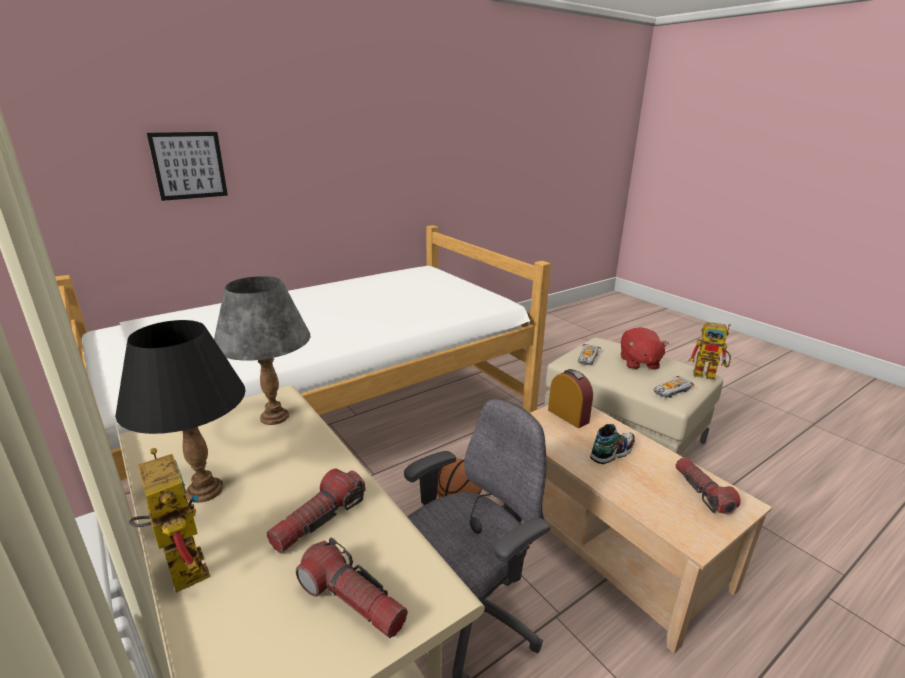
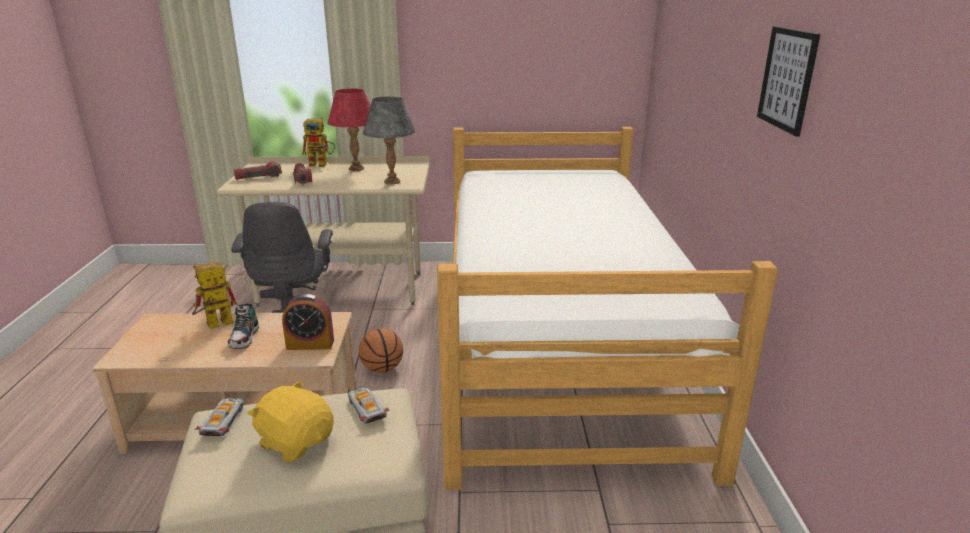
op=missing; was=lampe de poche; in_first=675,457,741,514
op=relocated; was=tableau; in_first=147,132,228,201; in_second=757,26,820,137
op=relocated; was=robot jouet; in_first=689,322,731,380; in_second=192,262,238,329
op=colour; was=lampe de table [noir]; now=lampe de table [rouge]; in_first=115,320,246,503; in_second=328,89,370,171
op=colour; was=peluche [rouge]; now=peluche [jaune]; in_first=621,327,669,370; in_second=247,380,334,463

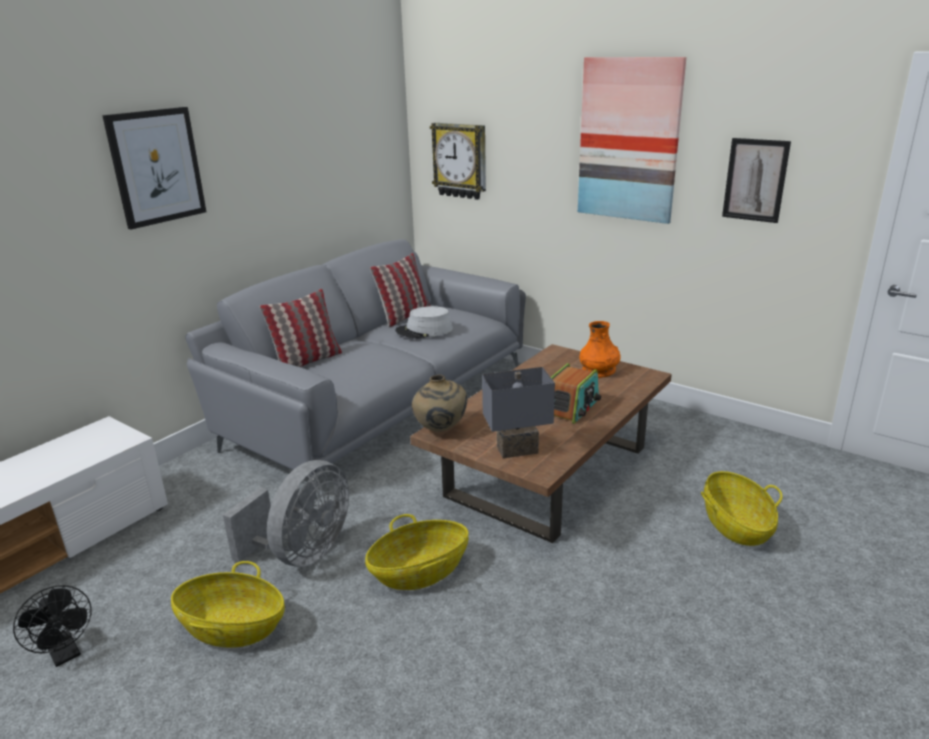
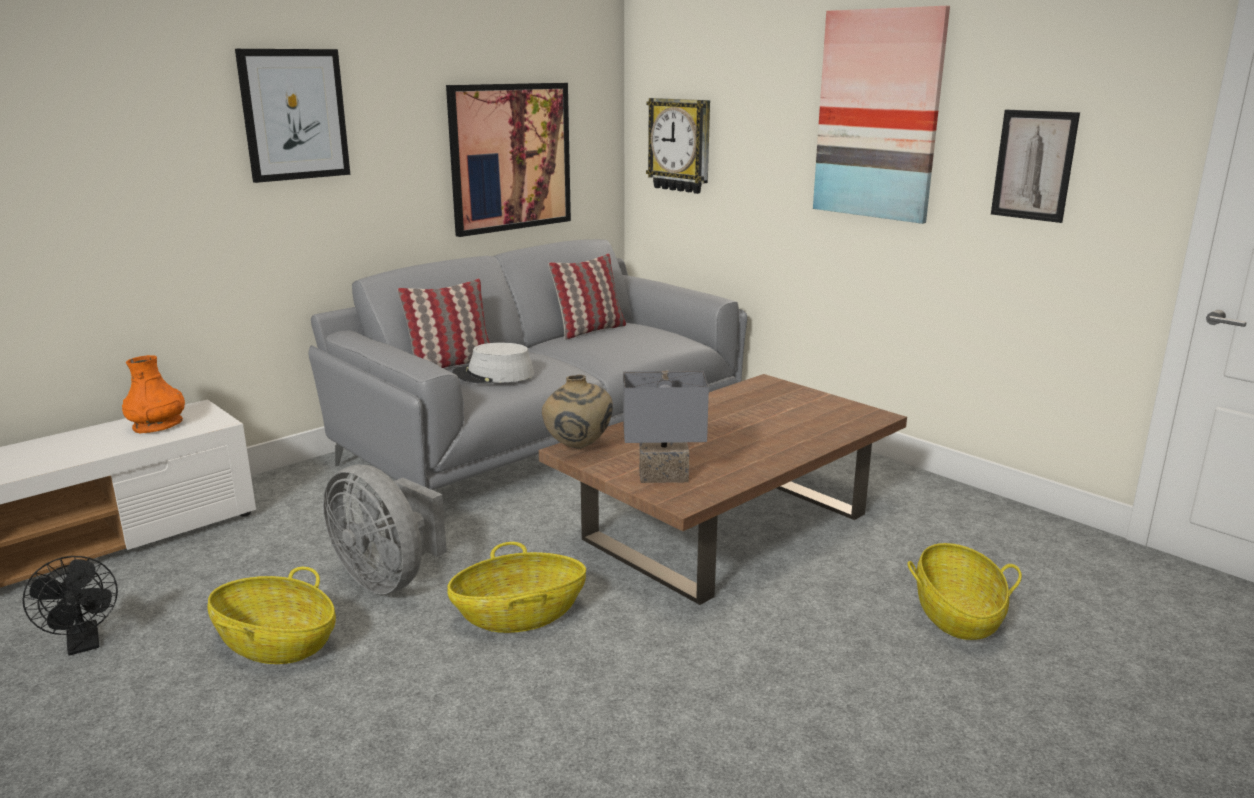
op=missing; was=radio; in_first=551,363,601,424
op=appeared; now=tableau; in_second=446,83,571,237
op=relocated; was=chapeau [gris]; in_first=395,306,453,339; in_second=452,343,534,384
op=relocated; was=vase [orange]; in_first=580,321,621,378; in_second=122,355,185,434
op=spun; was=ventilateur [gris]; in_first=223,460,349,567; in_second=323,465,447,594; clockwise=90

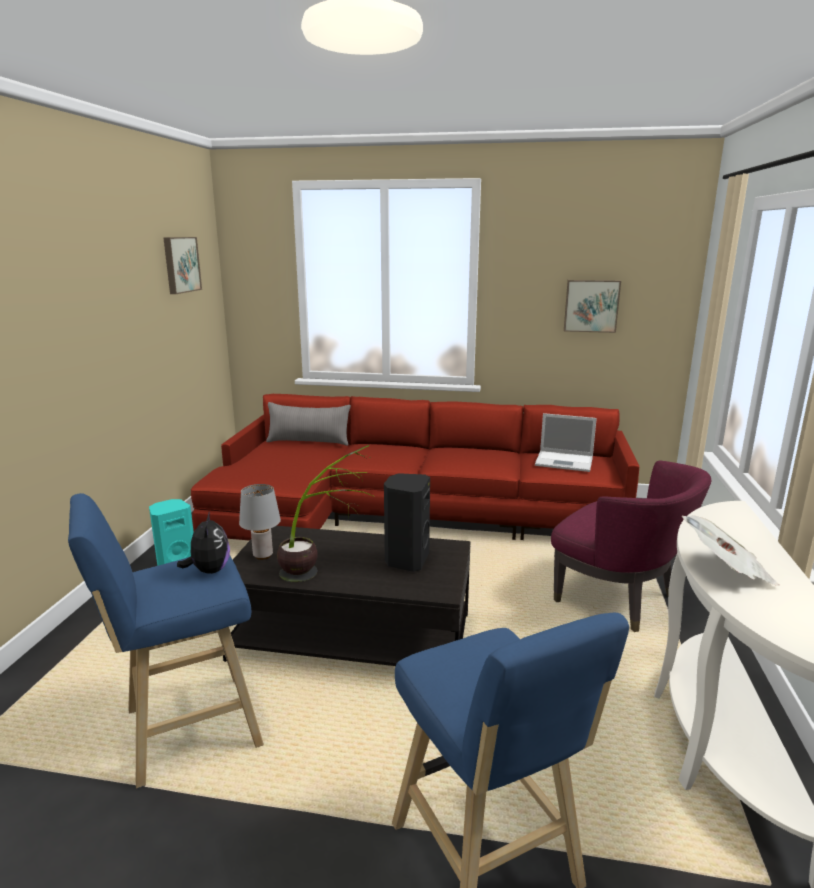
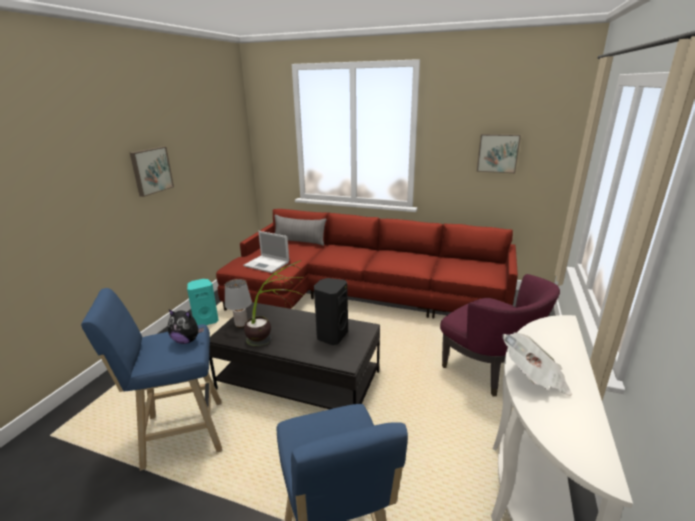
op=relocated; was=tableau; in_first=163,237,202,294; in_second=130,146,174,197
op=relocated; was=ordinateur portable; in_first=535,413,597,472; in_second=243,231,289,273
op=spun; was=peluche; in_first=177,511,230,574; in_second=168,309,204,344; clockwise=105

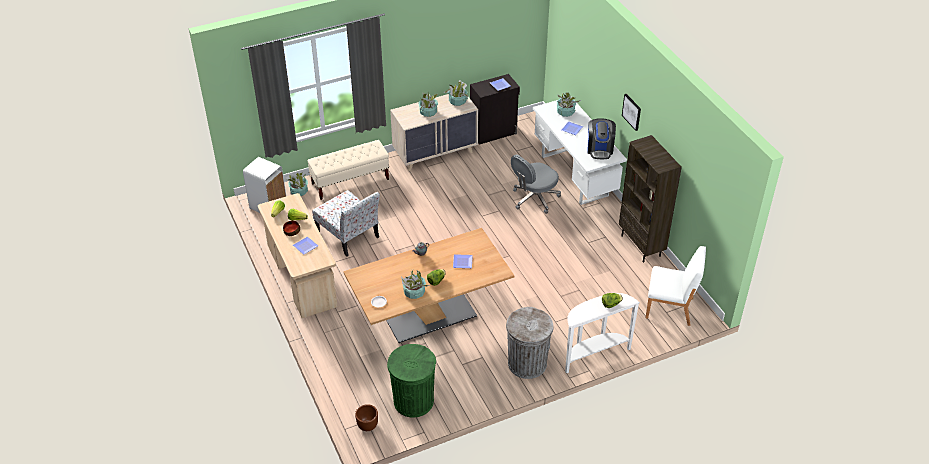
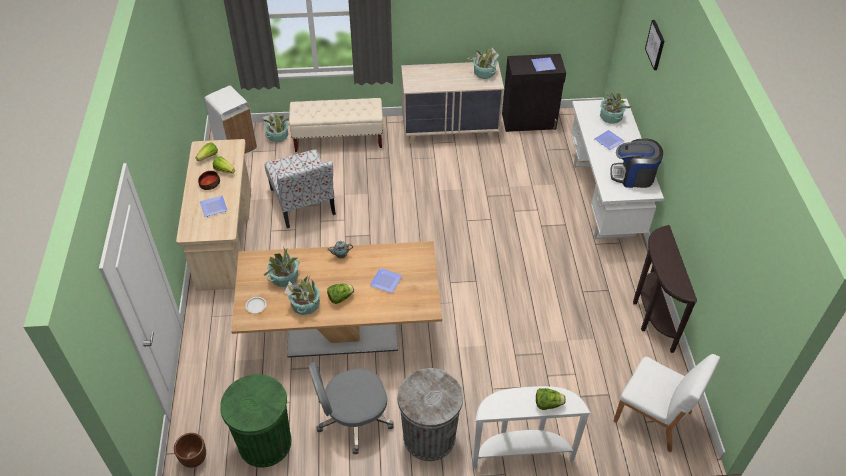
op=relocated; was=plante en pot; in_first=418,92,438,117; in_second=263,247,300,287
op=relocated; was=chaise de bureau [gris]; in_first=511,155,561,214; in_second=308,362,394,454
op=relocated; was=tableau; in_first=622,94,641,131; in_second=645,20,664,70
op=exchanged; was=bibliothèque [marron]; now=table console [marron]; in_first=619,135,682,263; in_second=633,225,697,353
op=spun; was=machine à café; in_first=587,118,616,159; in_second=610,138,663,188; clockwise=75

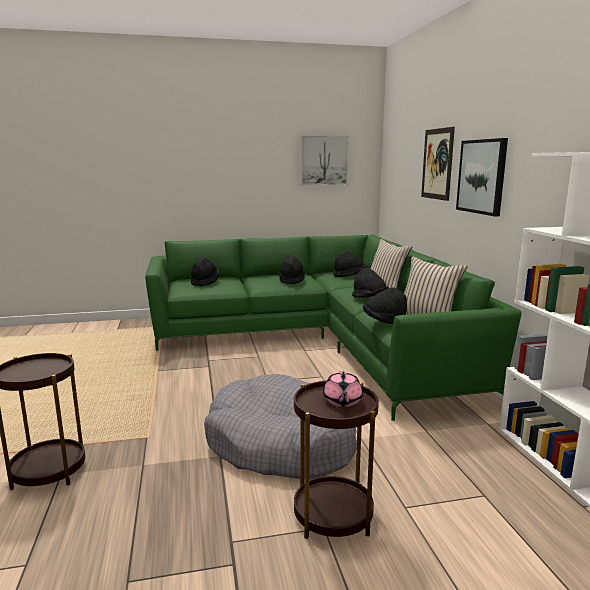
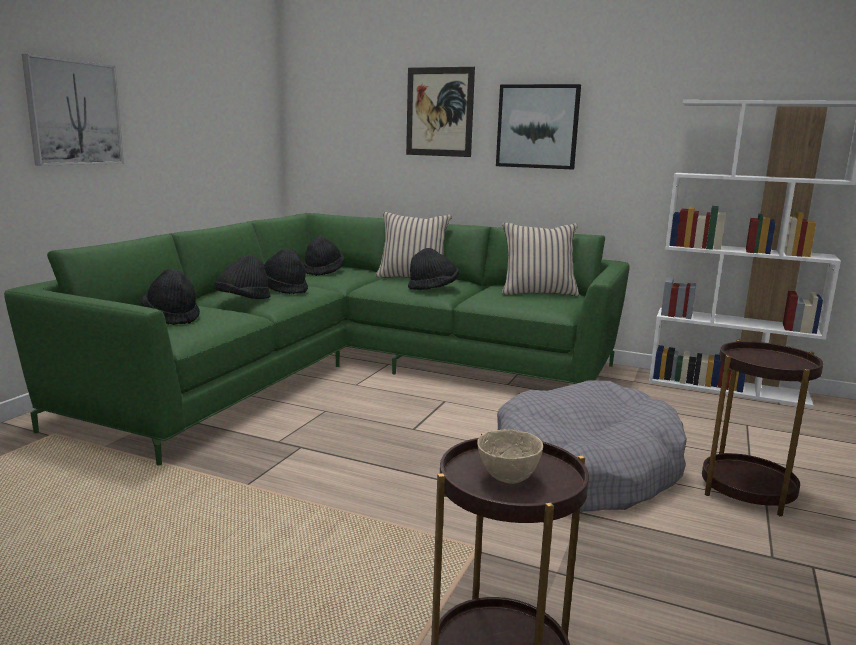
op=missing; was=théière [rose]; in_first=323,370,363,407
op=appeared; now=bol [beige]; in_second=477,430,543,484
op=relocated; was=tableau; in_first=301,135,349,186; in_second=22,54,124,166
op=relocated; was=chapeau [noir]; in_first=363,287,407,324; in_second=215,254,271,299

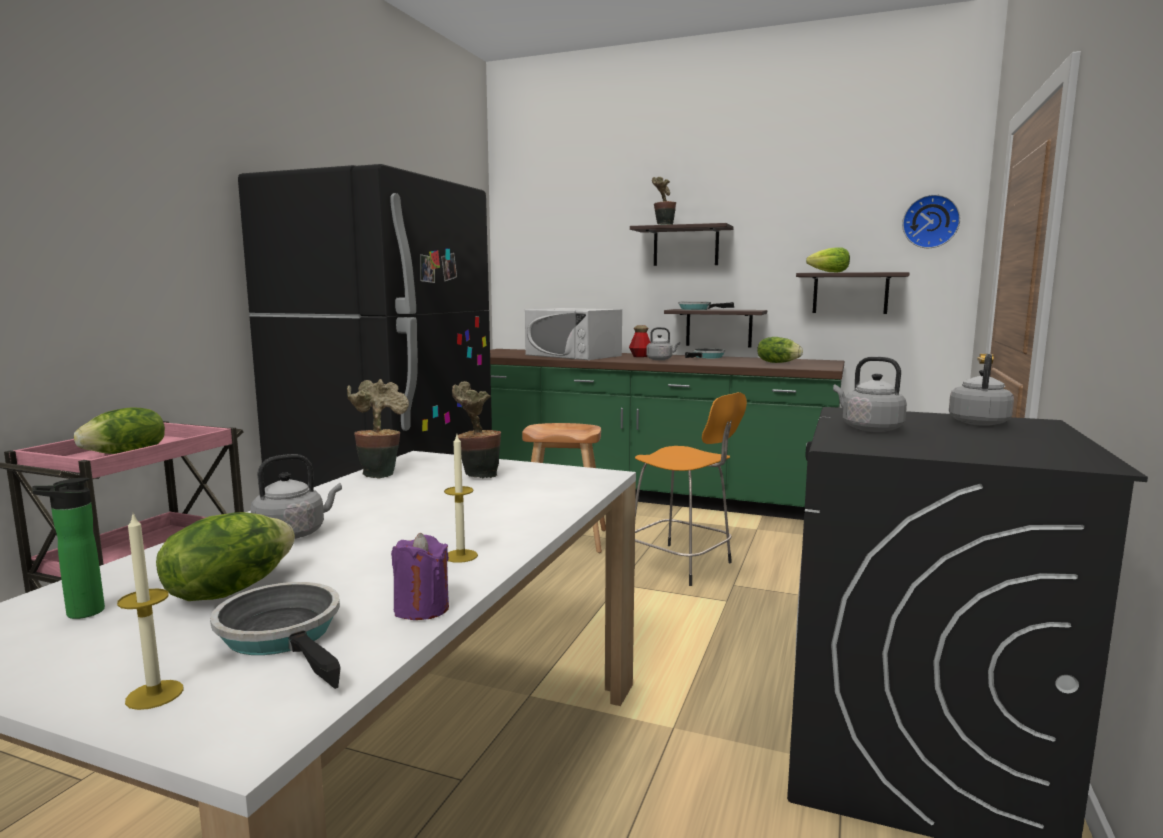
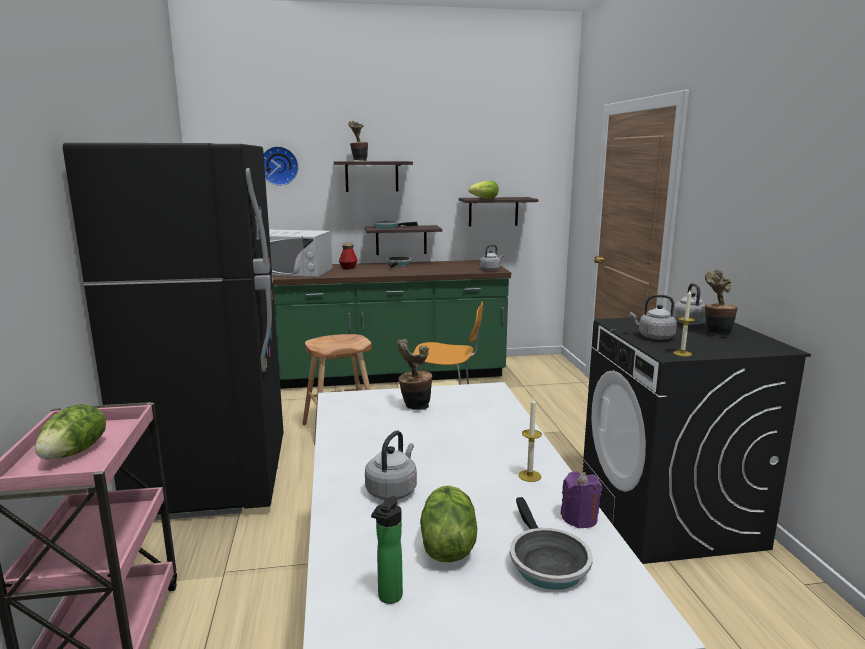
op=missing; was=laitue; in_first=757,337,803,363
op=relocated; was=bougie; in_first=117,513,184,710; in_second=673,290,695,357
op=relocated; was=plante en pot; in_first=347,379,409,478; in_second=705,270,738,337
op=relocated; was=bouilloire [gris]; in_first=646,327,680,360; in_second=480,245,504,271
op=relocated; was=horloge murale; in_first=902,194,960,248; in_second=264,146,299,186
op=spun; was=poêle; in_first=210,582,341,689; in_second=510,497,593,590; clockwise=-120

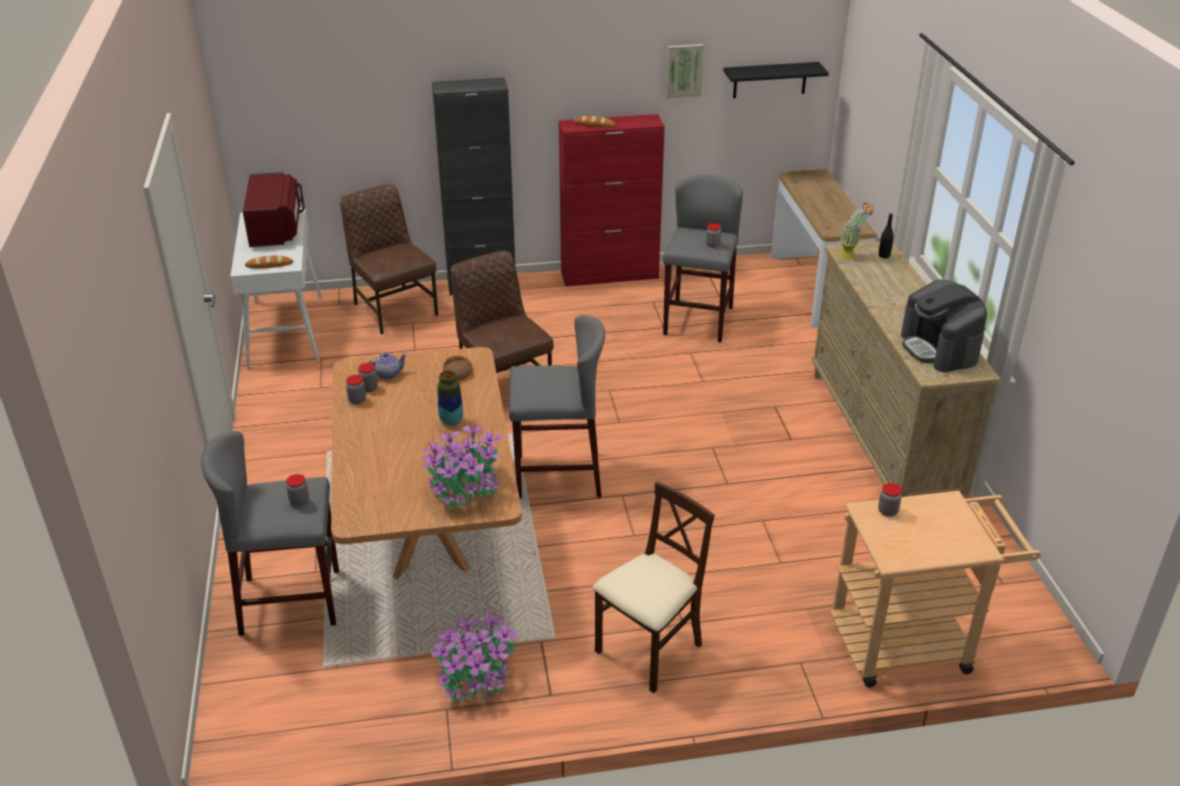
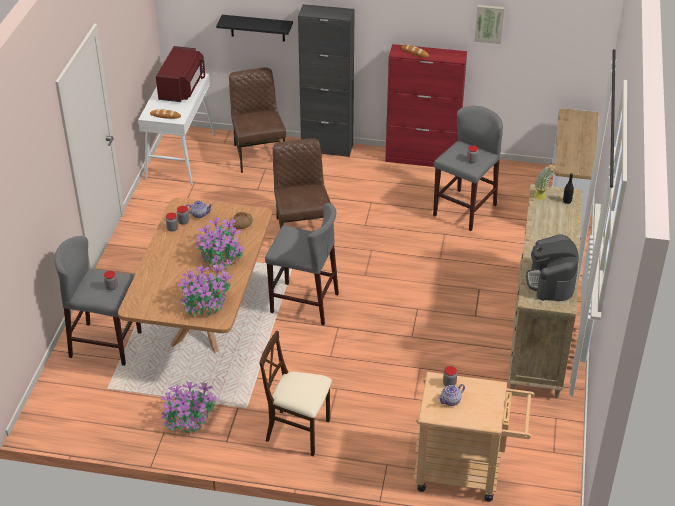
op=appeared; now=théière; in_second=438,384,465,406
op=relocated; was=étagère [noir]; in_first=723,62,829,98; in_second=216,15,293,42
op=exchanged; was=vase; now=plante en pot; in_first=437,371,463,426; in_second=195,216,245,270
op=spun; was=chaise [beige]; in_first=592,482,715,693; in_second=259,331,332,457; clockwise=-135

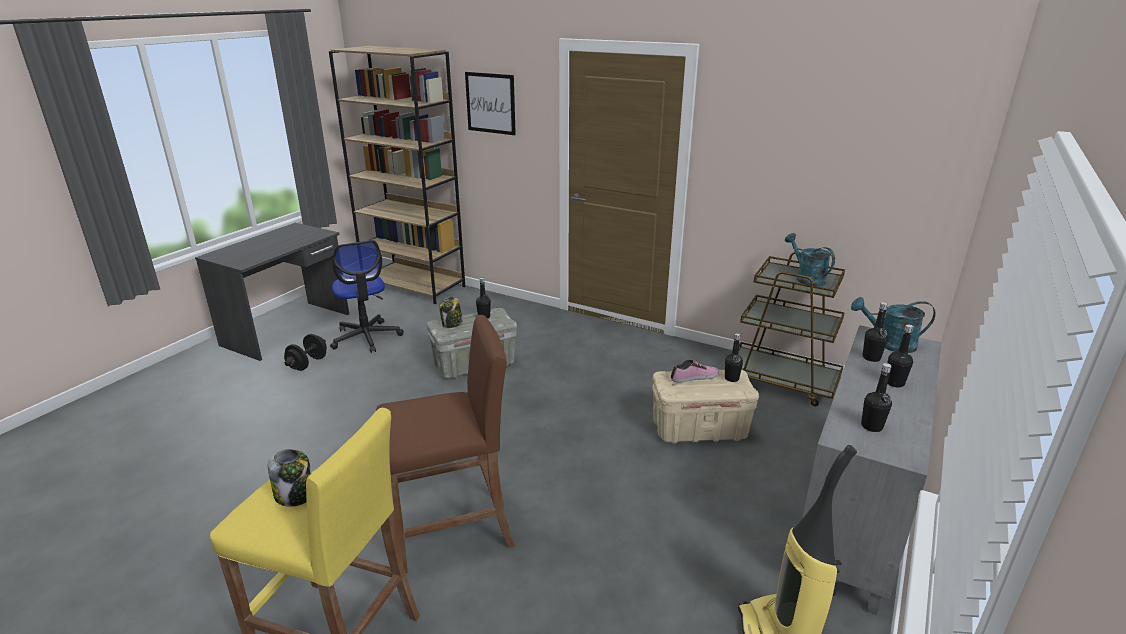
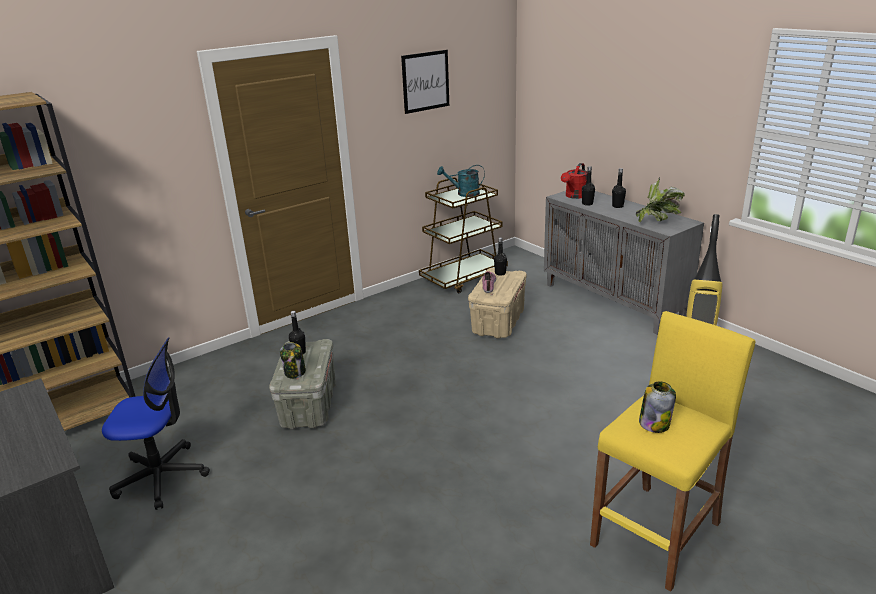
op=missing; was=haltère [noir]; in_first=284,334,327,371
op=missing; was=tabouret [marron]; in_first=376,315,515,574
op=relocated; was=tableau; in_first=465,72,516,135; in_second=401,50,449,114
op=exchanged; was=bouteille [noir]; now=plante en pot; in_first=861,363,892,432; in_second=636,177,685,222
op=colour; was=arrosoir [turquoise]; now=arrosoir [rouge]; in_first=851,297,935,353; in_second=561,163,587,199

